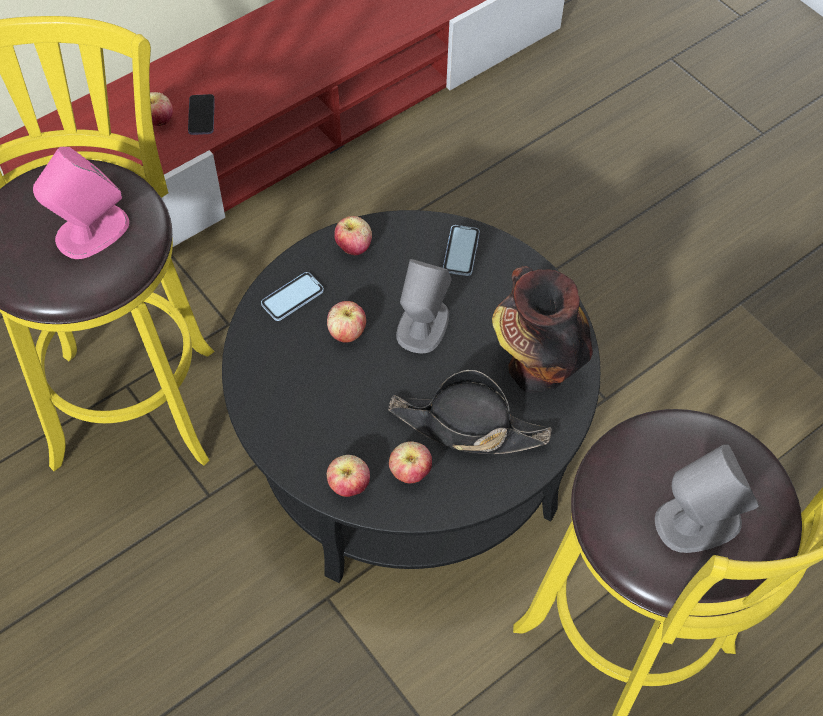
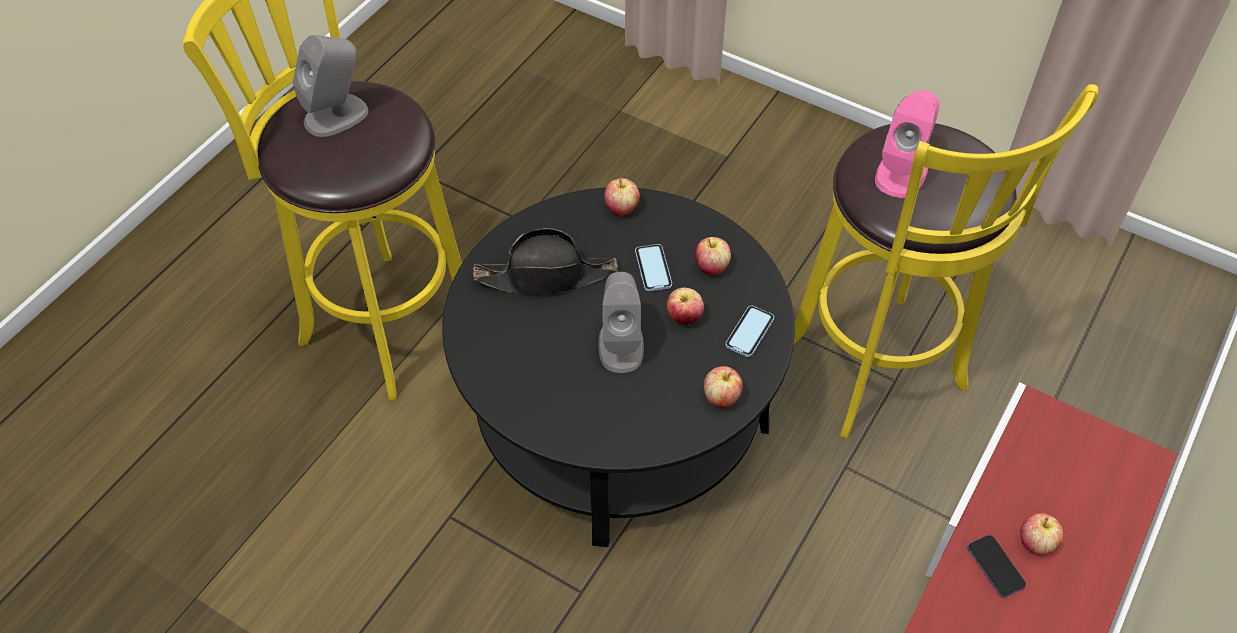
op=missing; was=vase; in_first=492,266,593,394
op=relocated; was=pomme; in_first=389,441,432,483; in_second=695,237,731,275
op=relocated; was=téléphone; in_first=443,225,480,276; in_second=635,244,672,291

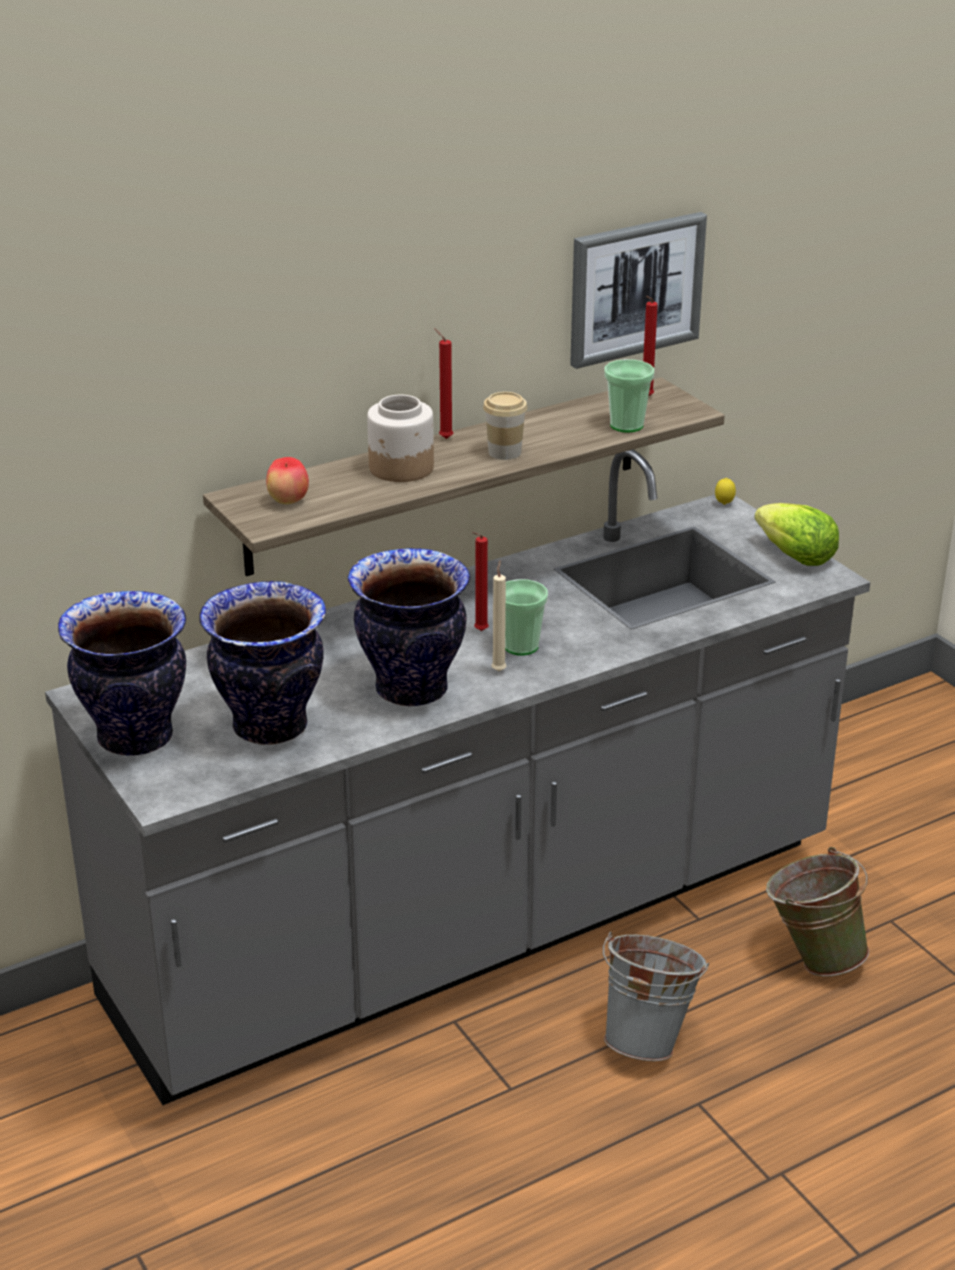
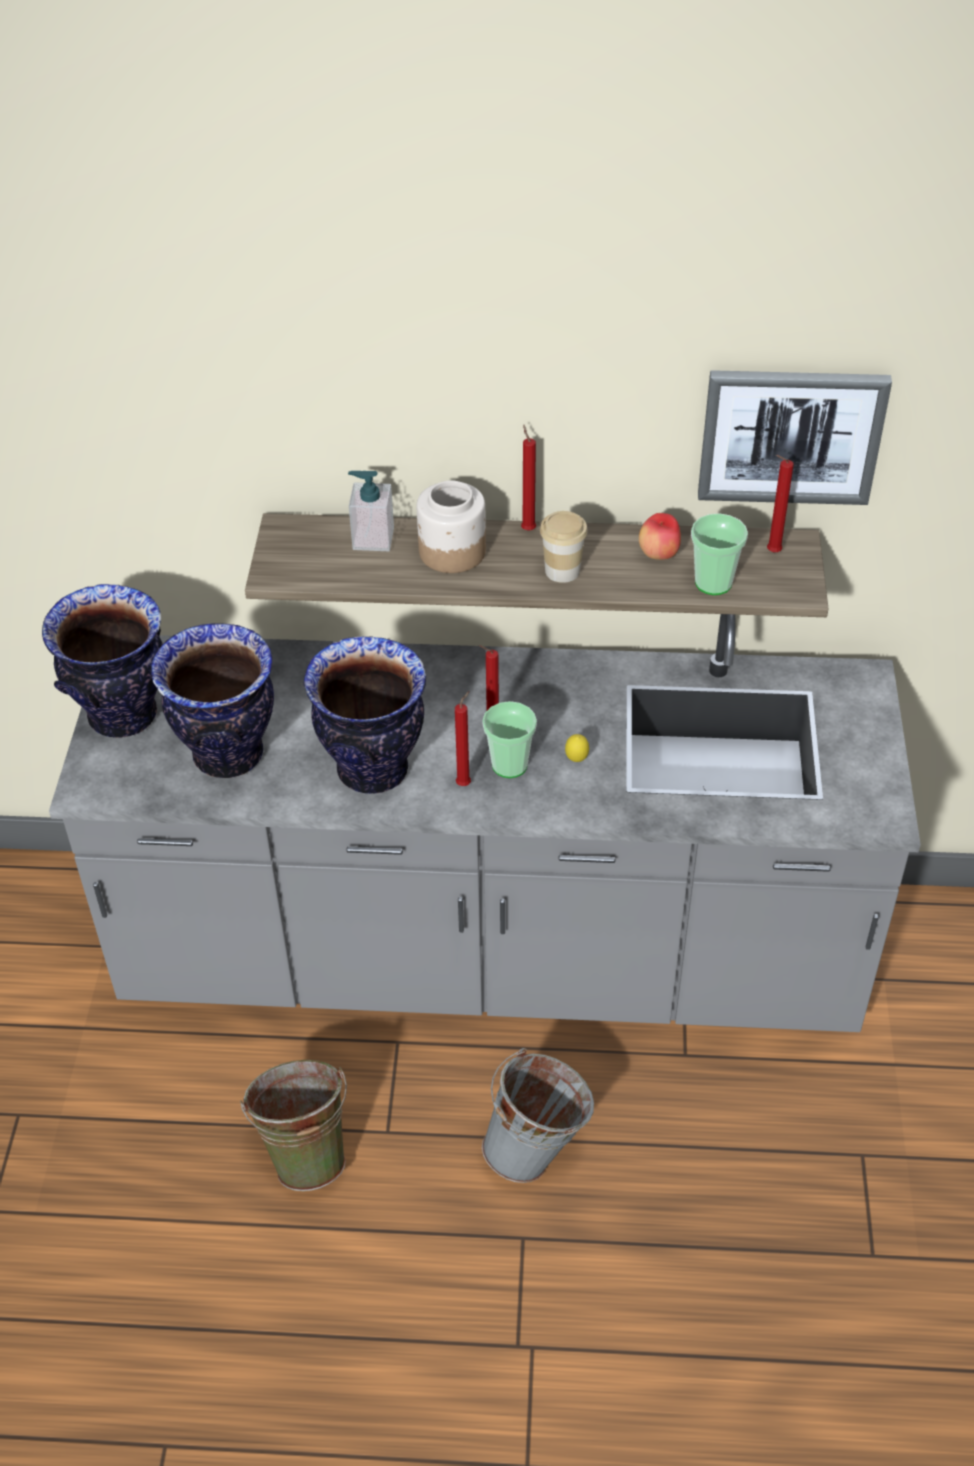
op=missing; was=laitue; in_first=755,503,839,566
op=appeared; now=distributeur de savon; in_second=348,471,394,551
op=relocated; was=pomme; in_first=266,457,309,504; in_second=639,513,681,560
op=relocated; was=citron; in_first=715,478,736,505; in_second=565,734,589,762
op=relocated; was=seau [vert]; in_first=766,847,869,976; in_second=240,1060,347,1191
op=colour; was=bougie [beige]; now=bougie [rouge]; in_first=491,560,506,671; in_second=455,691,471,786

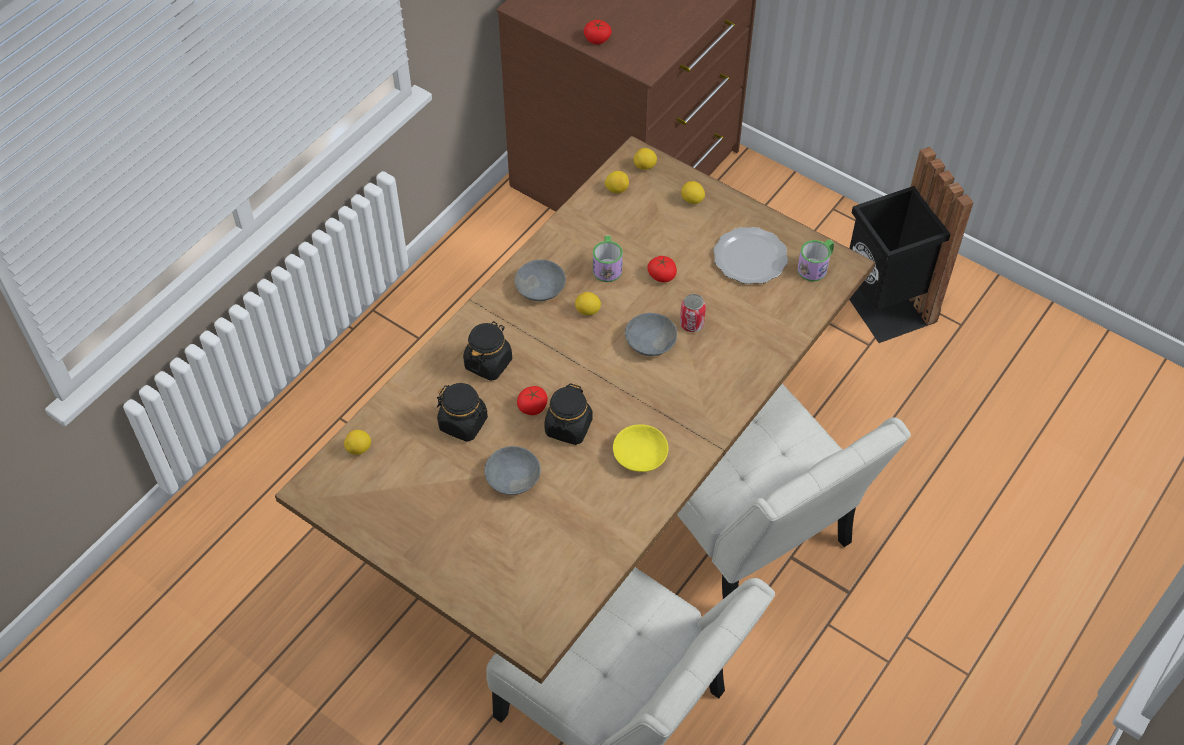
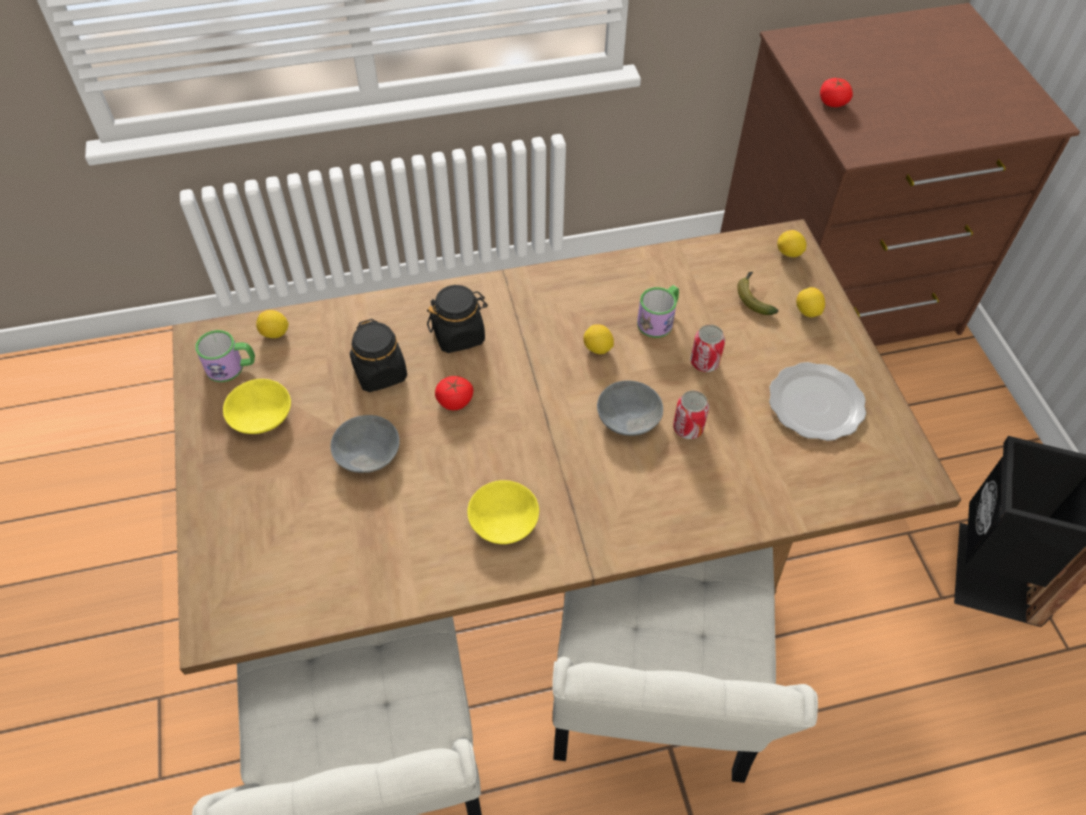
op=missing; was=bol [gris]; in_first=515,260,566,301
op=missing; was=bocal [noir]; in_first=544,383,593,445
op=missing; was=citron; in_first=605,171,629,193
op=appeared; now=bol [jaune]; in_second=223,379,291,434
op=appeared; now=banane; in_second=737,272,779,315
op=relocated; was=mug; in_first=797,239,834,281; in_second=195,330,255,382
op=exchanged; was=tomate; now=boîte métallique; in_first=648,256,677,282; in_second=690,325,725,372

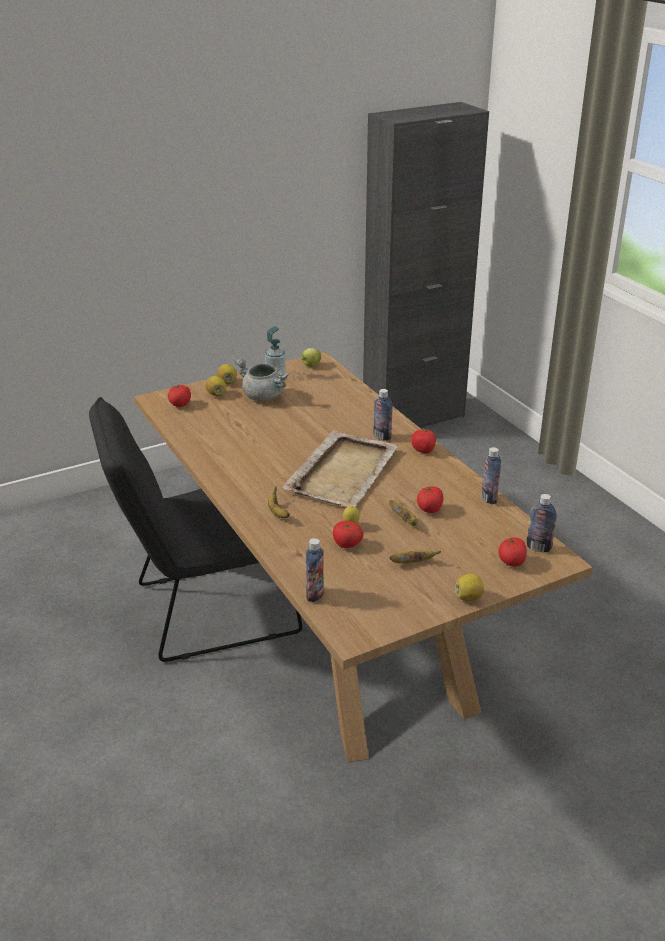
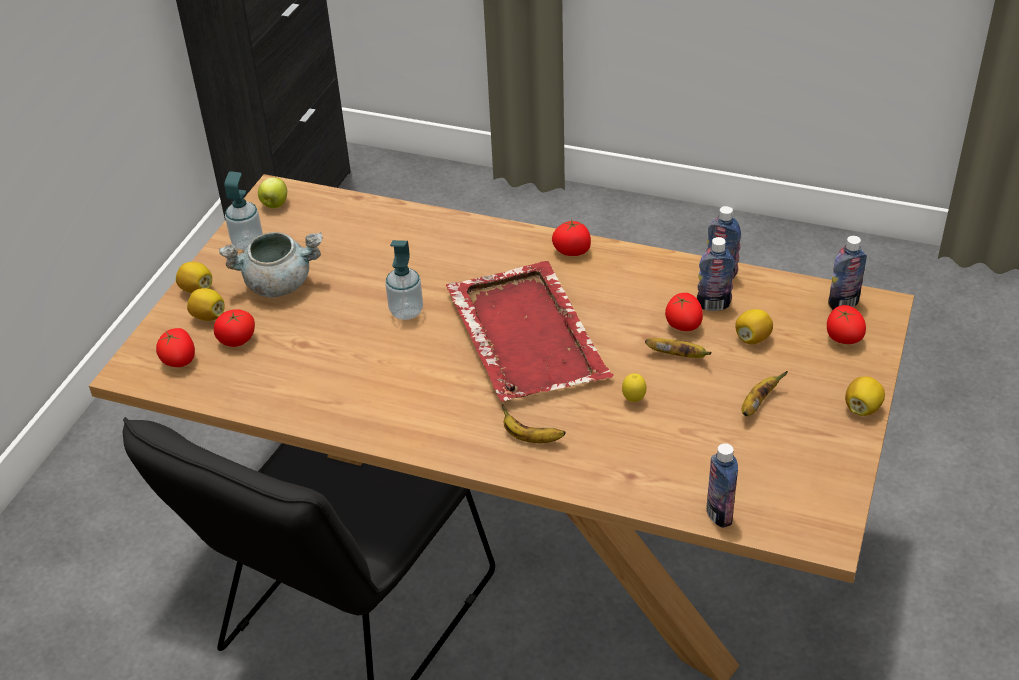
op=appeared; now=distributeur de savon; in_second=385,240,423,320
op=appeared; now=citron; in_second=735,309,773,344
op=relocated; was=tomate; in_first=333,521,364,548; in_second=214,309,255,347
op=relocated; was=bouteille; in_first=373,389,392,441; in_second=697,237,735,311
op=colour; was=plateau [beige]; now=plateau [rouge]; in_first=282,430,399,507; in_second=446,261,614,401

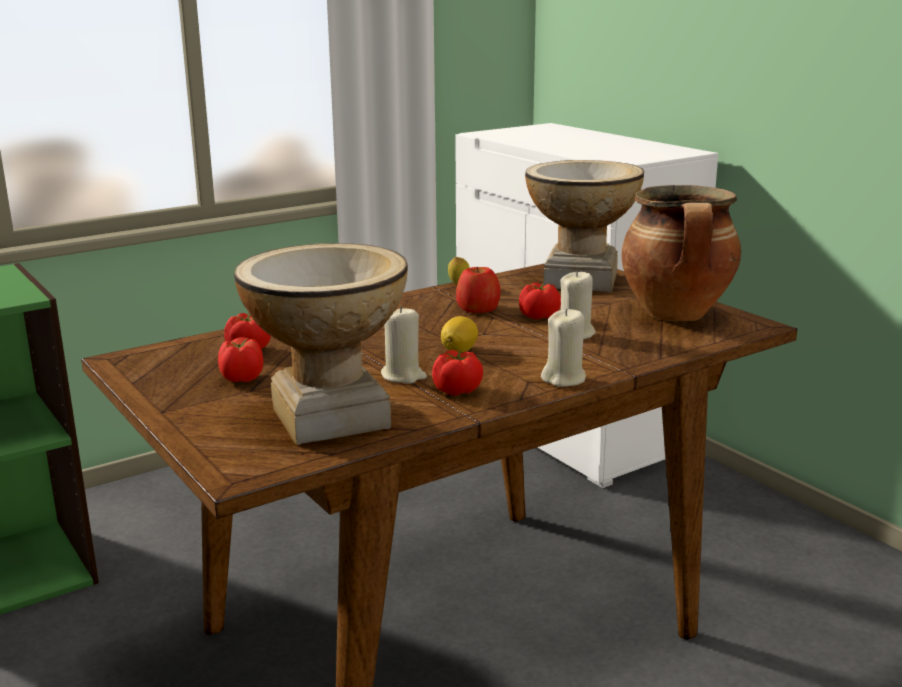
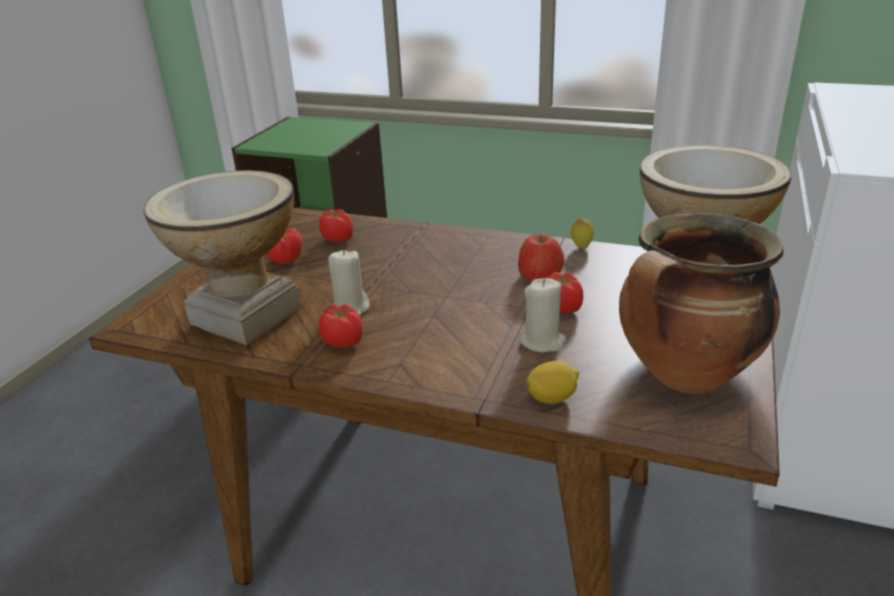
op=missing; was=bougie [beige]; in_first=541,308,586,387
op=relocated; was=citron; in_first=441,316,478,353; in_second=526,361,579,404

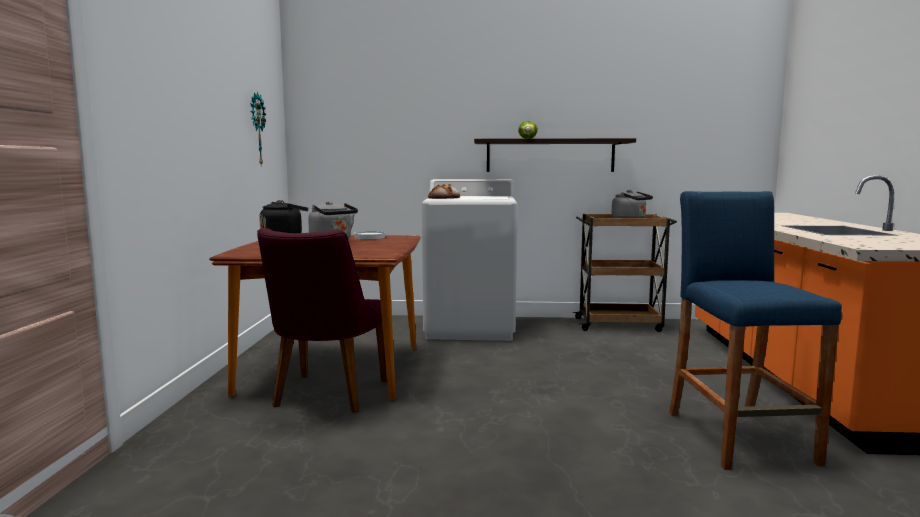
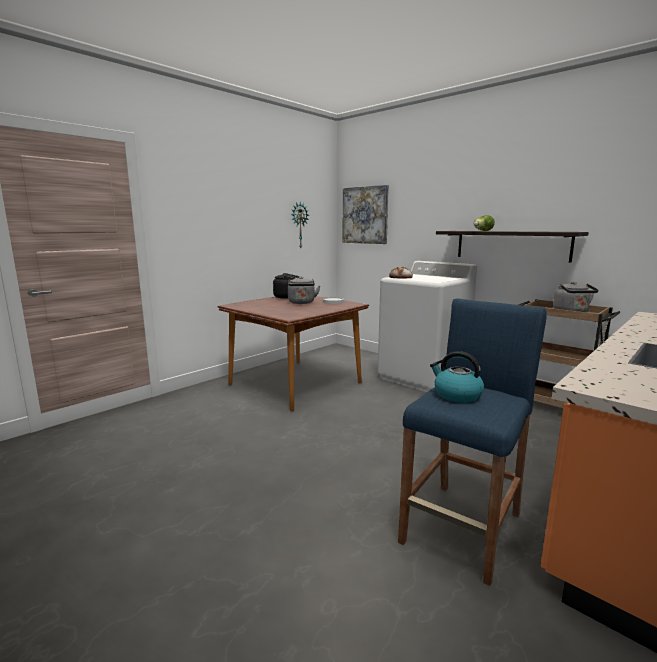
op=missing; was=chaise [violet]; in_first=257,228,387,413
op=appeared; now=tableau; in_second=342,185,389,244
op=appeared; now=bouilloire; in_second=430,351,484,403

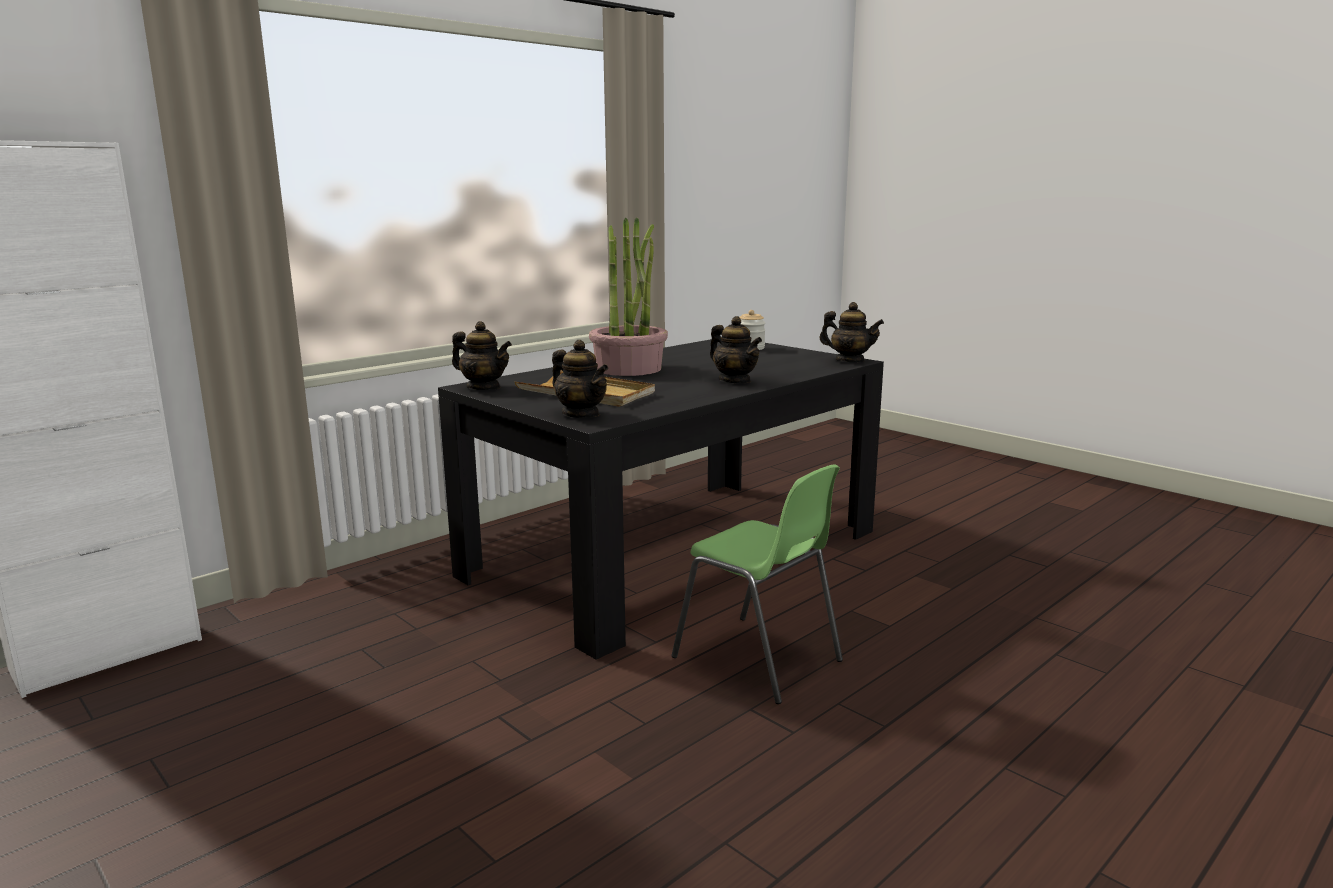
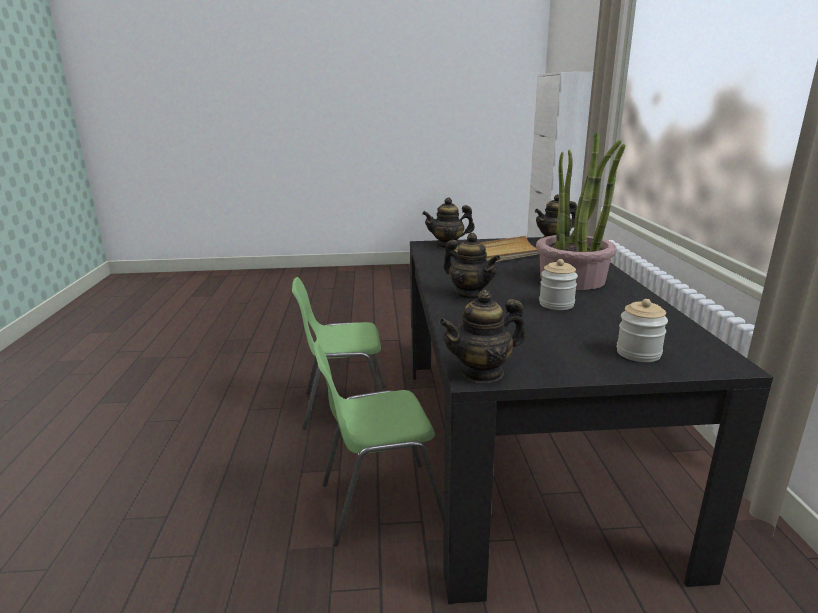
op=appeared; now=chaise [vert]; in_second=313,342,444,546
op=appeared; now=bocal; in_second=539,259,578,310
op=spun; was=théière; in_first=710,316,762,383; in_second=444,233,500,299; clockwise=-135

